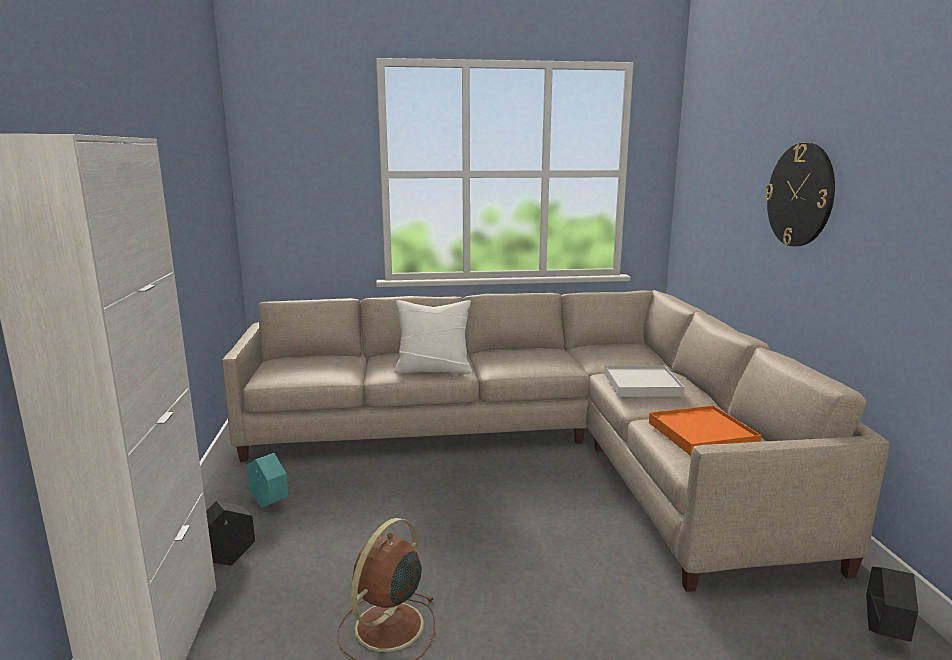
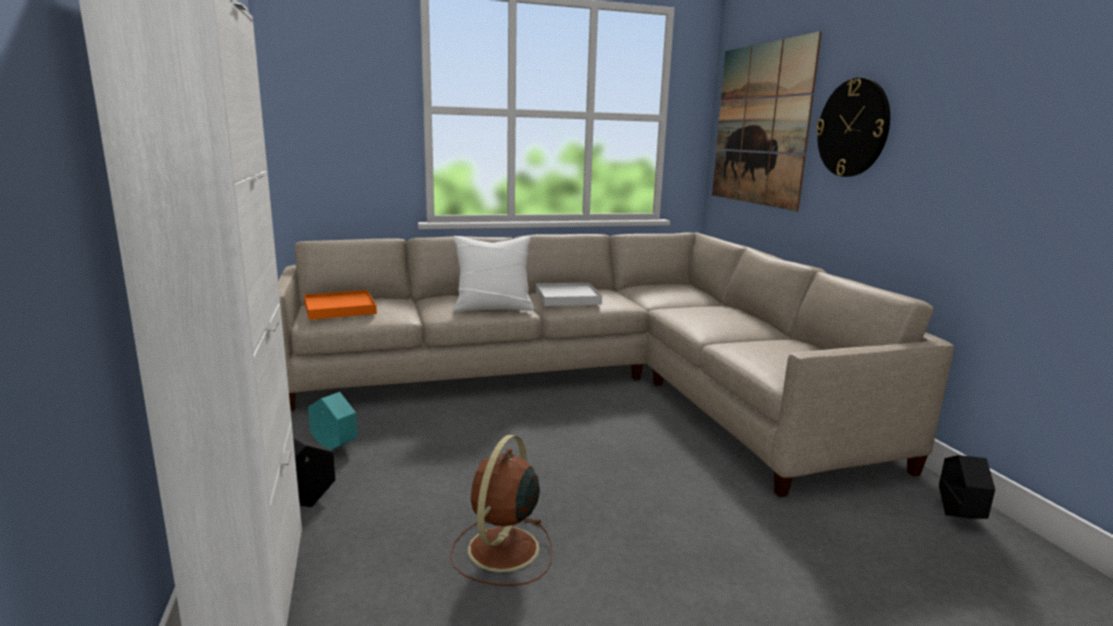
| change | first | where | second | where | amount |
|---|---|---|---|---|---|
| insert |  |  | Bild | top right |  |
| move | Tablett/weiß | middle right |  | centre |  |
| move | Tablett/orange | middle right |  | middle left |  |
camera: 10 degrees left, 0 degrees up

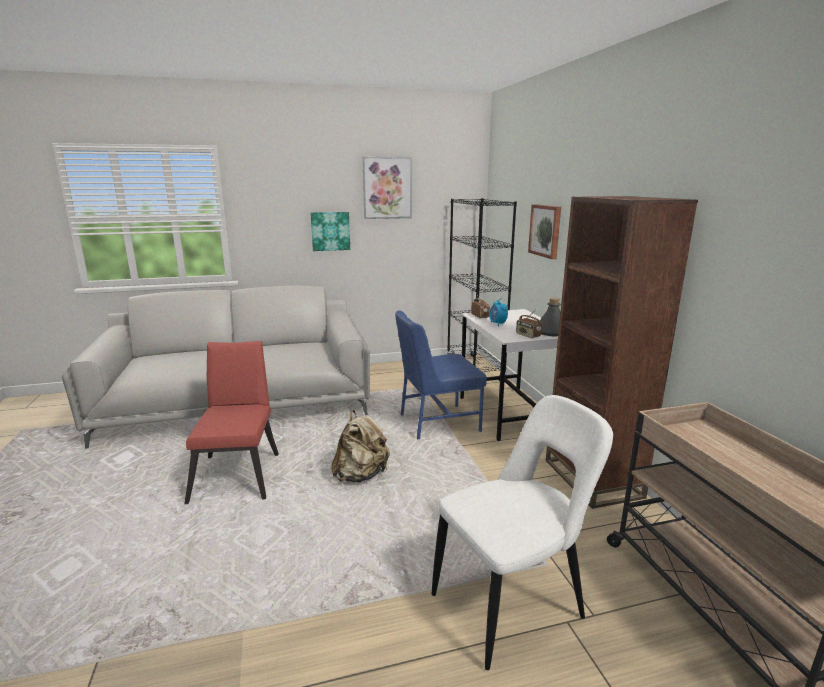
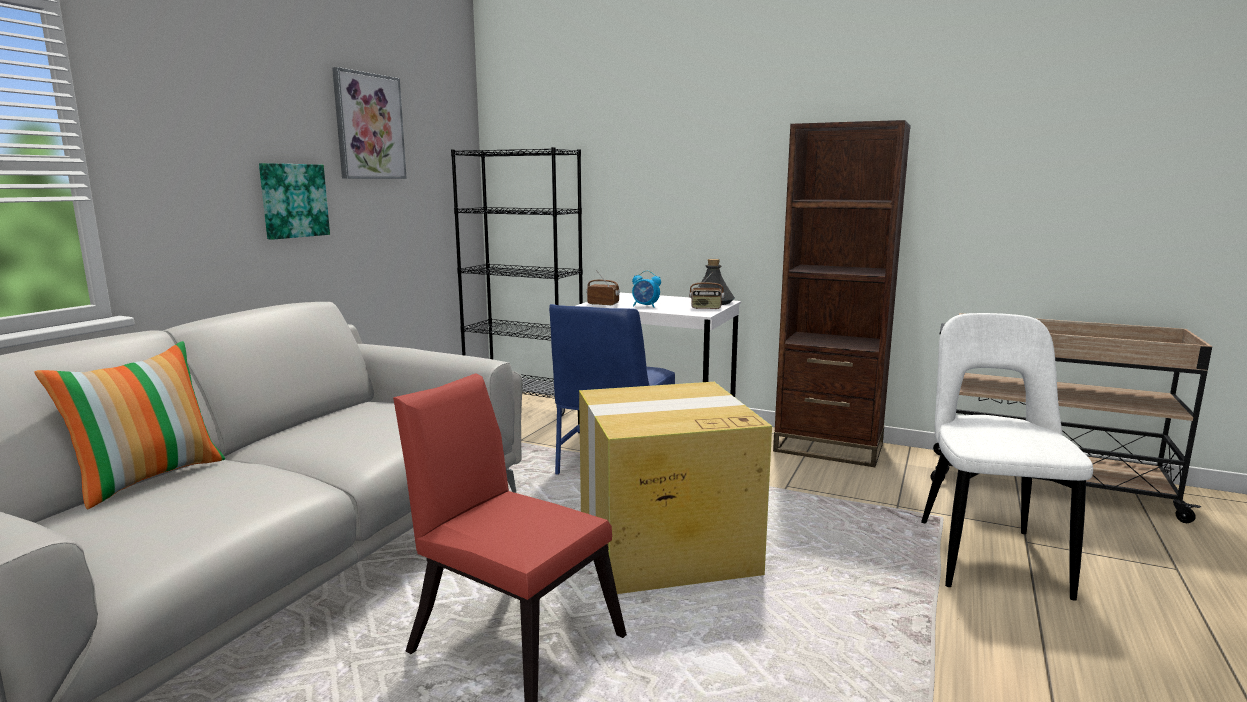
| change | first | where | second | where | amount |
|---|---|---|---|---|---|
| delete | Bild (3rd from left) | centre |  |  |  |
| insert |  |  | Kissen | middle left |  |
| replace | Rucksack/beige | centre | Karton | bottom centre |  |
camera: 50 degrees left, 5 degrees down

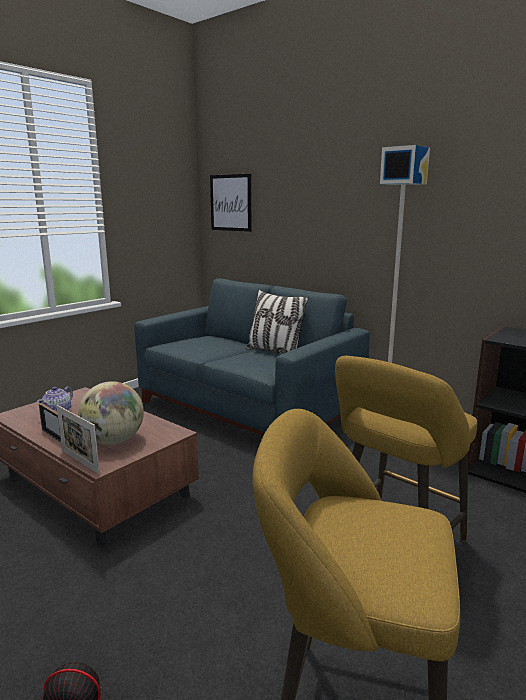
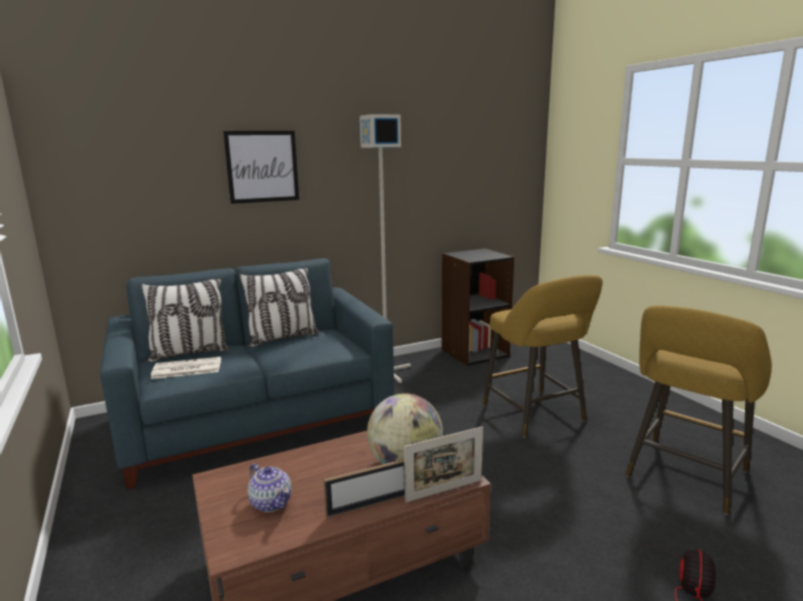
| change | first | where | second | where | amount |
|---|---|---|---|---|---|
| insert |  |  | Kissen (1st from left) | middle left |  |
| insert |  |  | Zeitung | middle left |  |
| move | Bild | top centre |  | top left |  |
camera: 65 degrees left, 0 degrees up

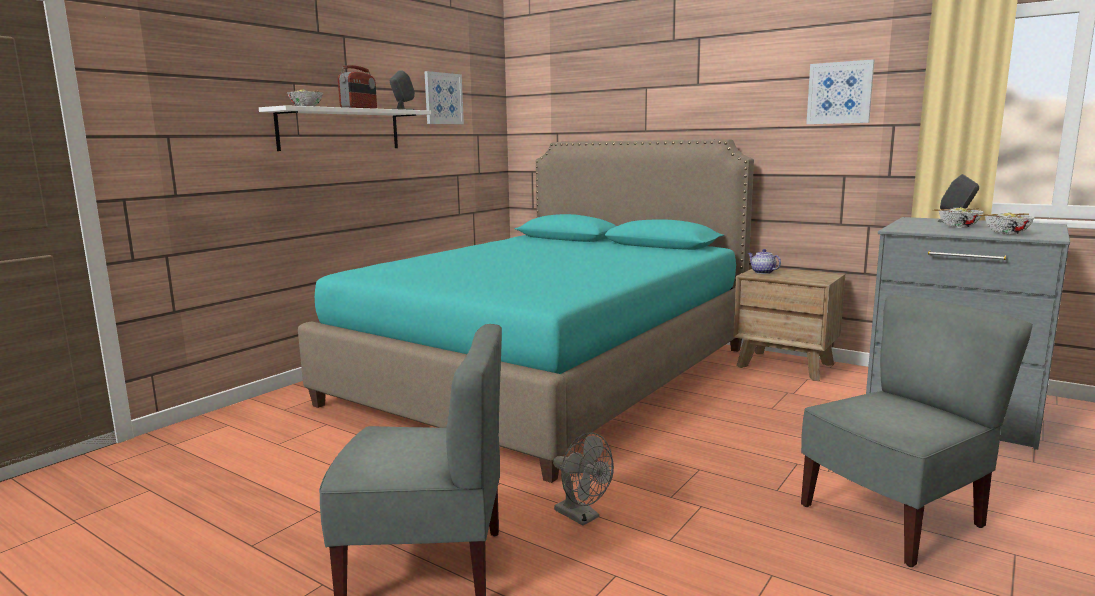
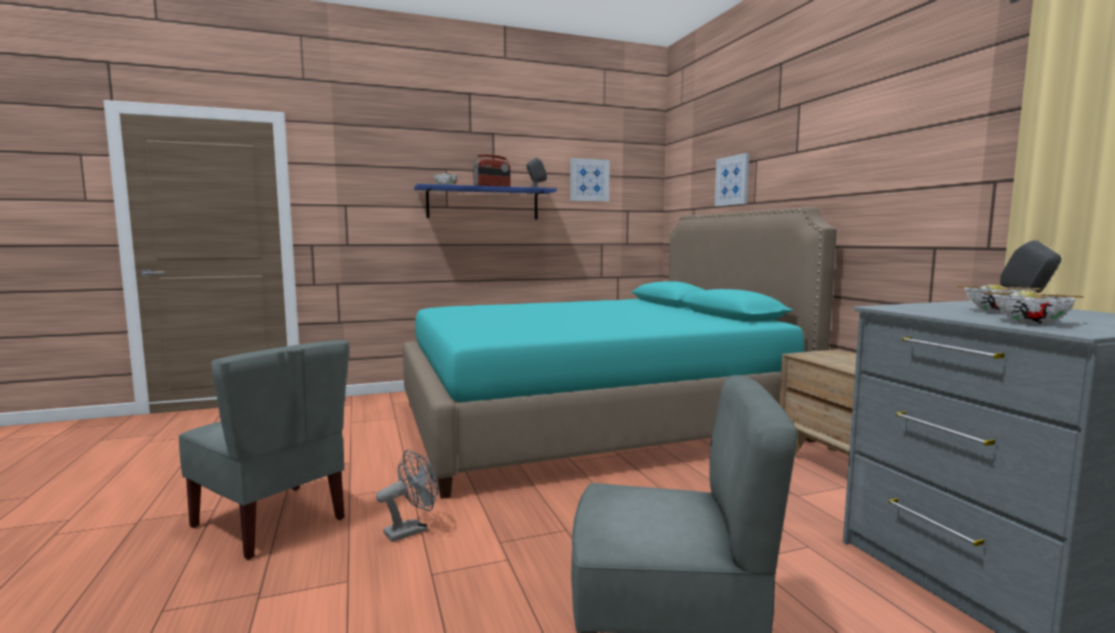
| change | first | where | second | where | amount |
|---|---|---|---|---|---|
| delete | Teekanne | middle right |  |  |  |
| move | Bild (2nd from left) | top right |  | top centre |  |
| recolor | Wandregal/weiß | top left | Wandregal/blau | top centre |  |
| rotate | Ventilator/grau | bottom centre |  | bottom centre | 120 degrees counterclockwise |
camera: 35 degrees right, 5 degrees down

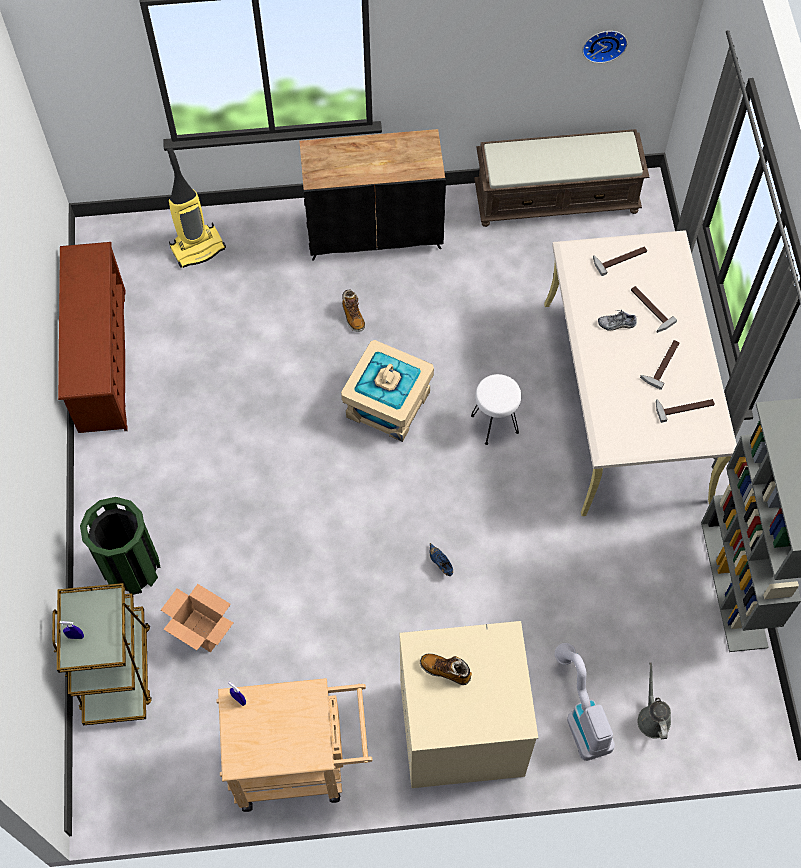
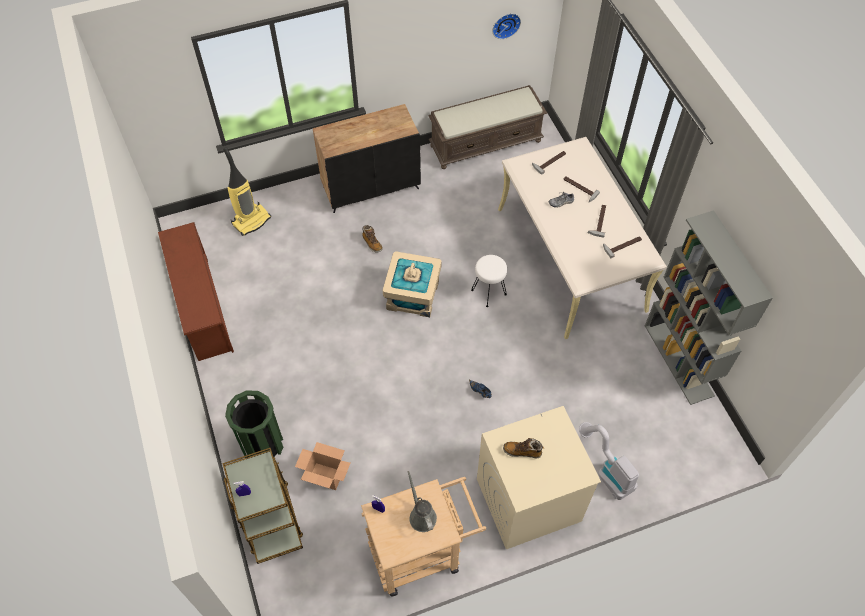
| change | first | where | second | where | amount |
|---|---|---|---|---|---|
| move | Gießkanne/grau | bottom right |  | bottom centre |  |
camera: 15 degrees left, 5 degrees down

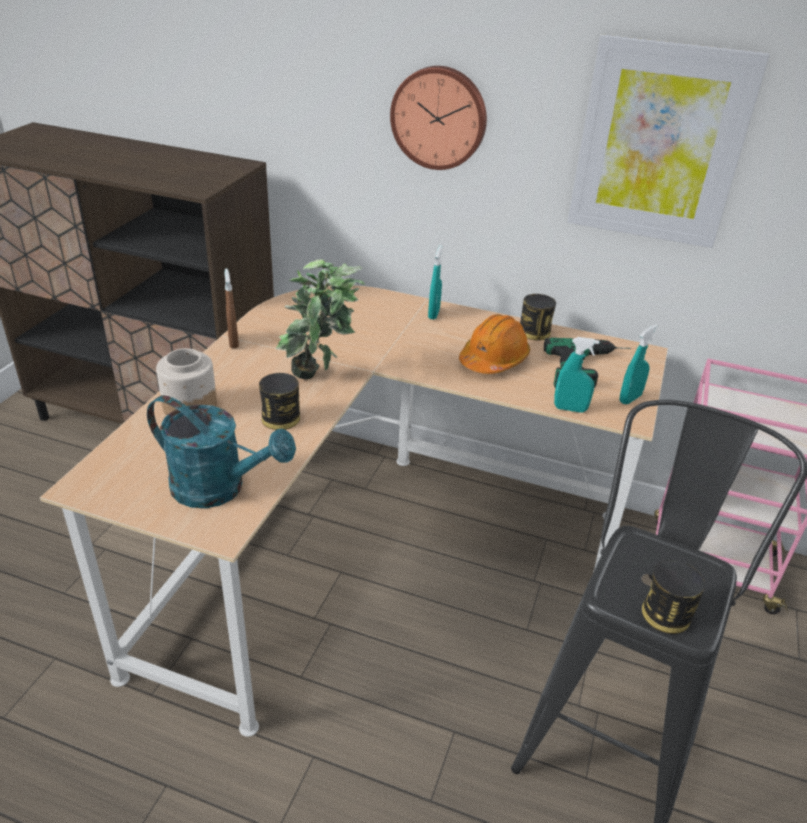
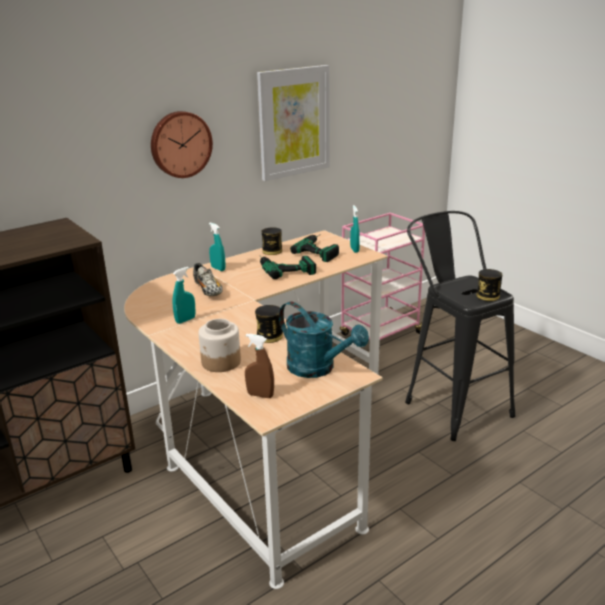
| change | first | where | second | where | amount |
|---|---|---|---|---|---|
| delete | Topfpflanze | centre |  |  |  |
| insert |  |  | Schuh | centre |  |
| move | Sprühflasche/braun | middle left |  | centre |  |
| move | Sprühflasche/türkis (2nd from left in the first image) | middle right | Sprühflasche/türkis (1st from left) | middle left |  |
| replace | Schutzhelm/orange | centre | Bohrmaschine (1st from left) | centre |  |
| rotate | Gießkanne/türkis | middle left |  | centre | 75 degrees clockwise |
camera: 55 degrees left, 10 degrees down

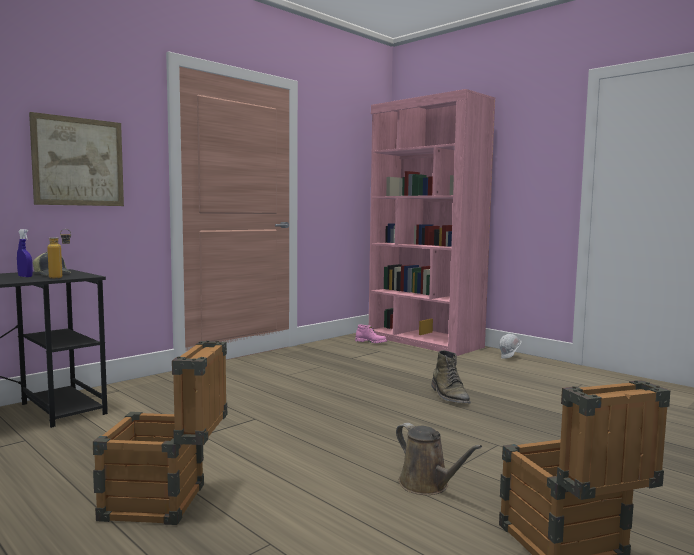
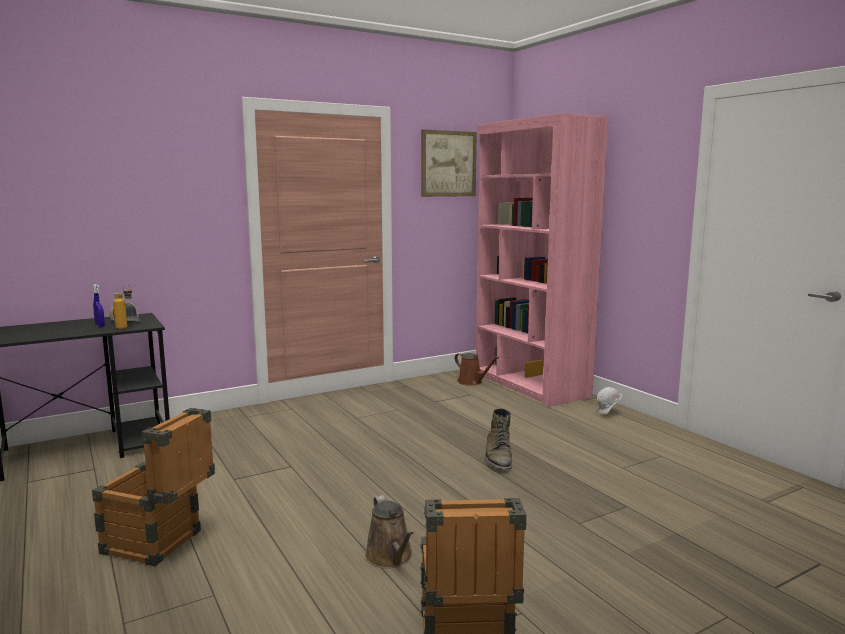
| change | first | where | second | where | amount |
|---|---|---|---|---|---|
| move | Bild | top left |  | top centre |  |
| replace | Stiefel/rosa | centre | Gießkanne/braun (2nd from left) | centre |  |
camera: 15 degrees right, 5 degrees up

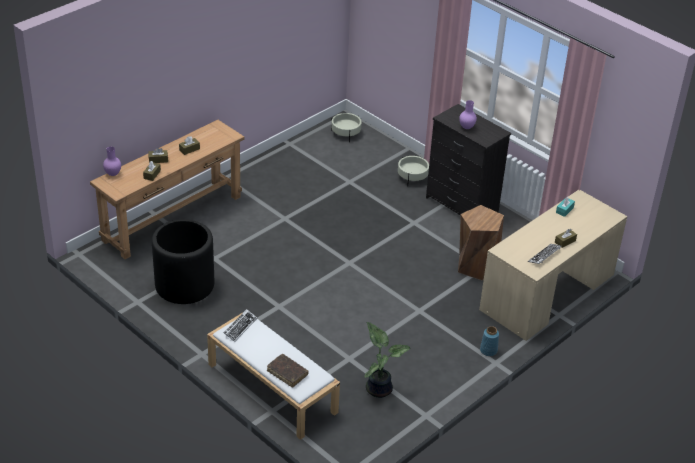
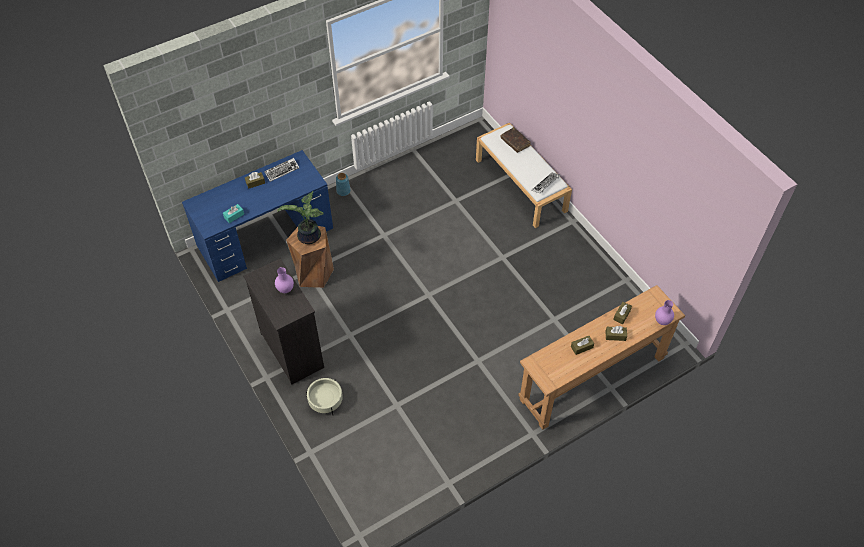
| change | first | where | second | where | amount |
|---|---|---|---|---|---|
| delete | Pflanzkübel/schwarz | middle left |  |  |  |
| delete | Pflanzkübel/beige (1st from left) | top centre |  |  |  |
| move | Topfpflanze | bottom centre |  | centre |  |
| recolor | Schreibtisch/beige | middle right | Schreibtisch/blau | middle left |  |
camera: 165 degrees left, 15 degrees up

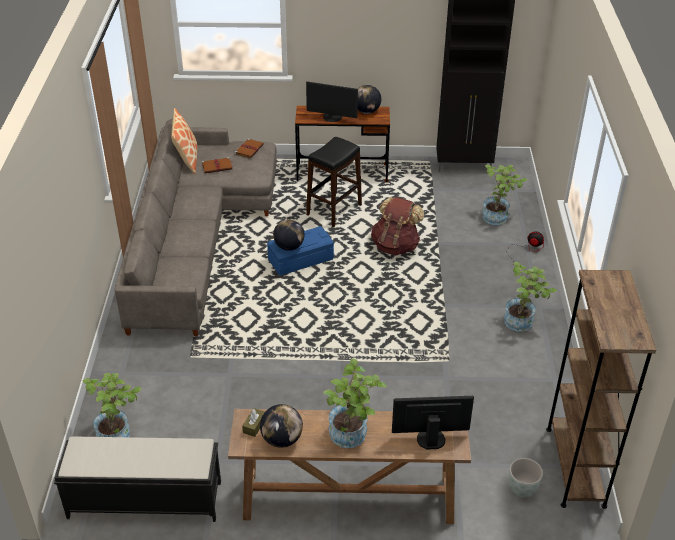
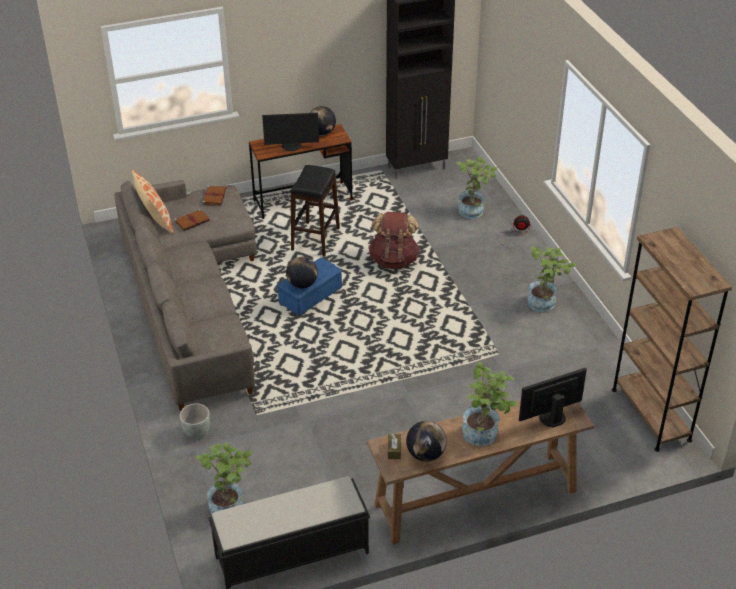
| change | first | where | second | where | amount |
|---|---|---|---|---|---|
| move | Pflanzkübel/grau | bottom right |  | bottom left |  |
camera: 20 degrees left, 0 degrees up

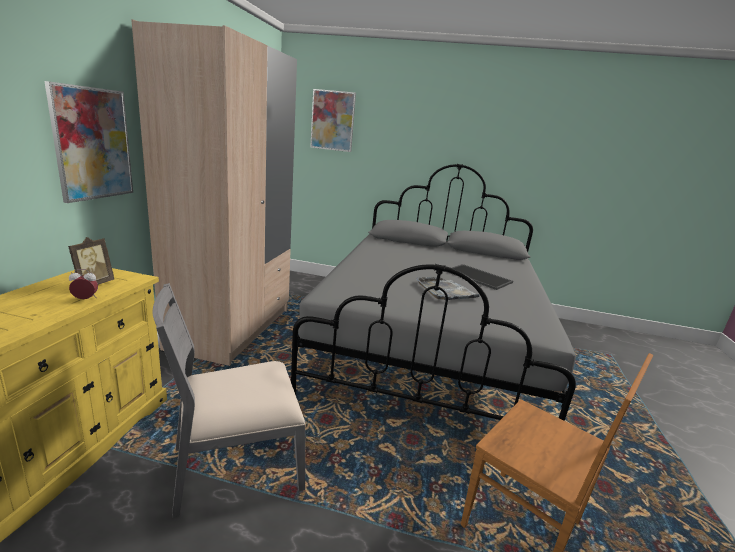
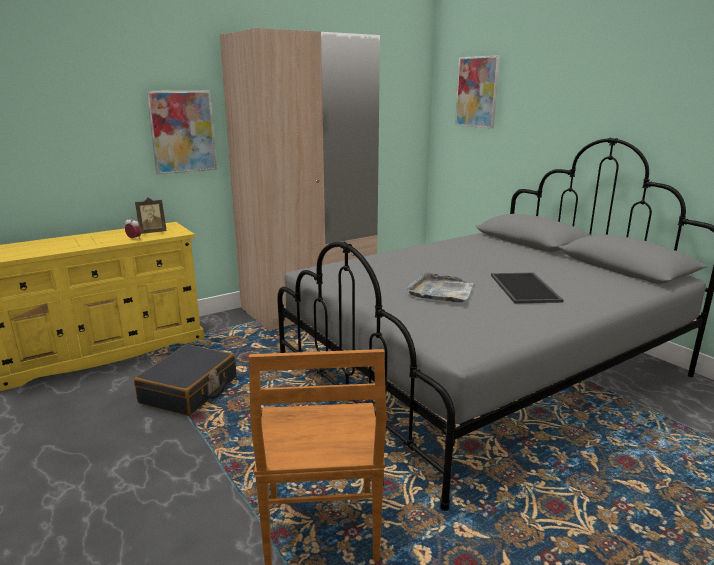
| change | first | where | second | where | amount |
|---|---|---|---|---|---|
| replace | Stuhl/grau | bottom left | Koffer/schwarz | bottom left |  |
camera: 45 degrees right, 0 degrees up

